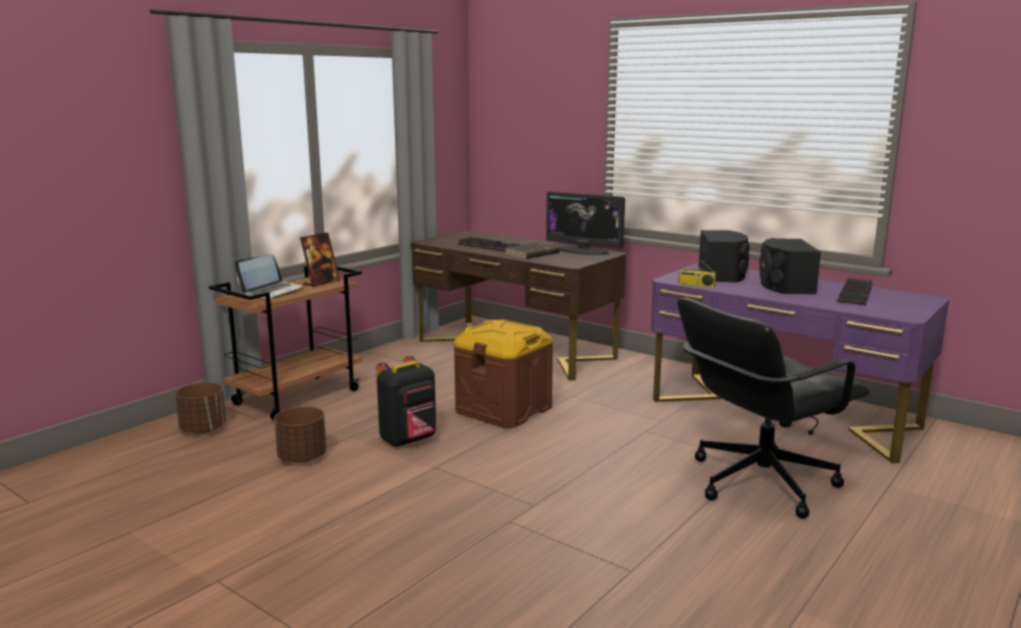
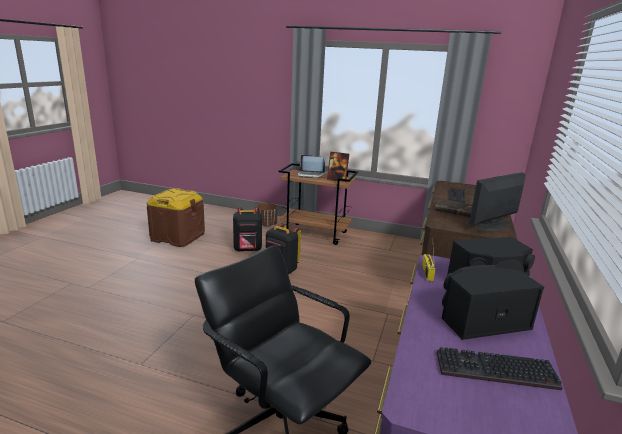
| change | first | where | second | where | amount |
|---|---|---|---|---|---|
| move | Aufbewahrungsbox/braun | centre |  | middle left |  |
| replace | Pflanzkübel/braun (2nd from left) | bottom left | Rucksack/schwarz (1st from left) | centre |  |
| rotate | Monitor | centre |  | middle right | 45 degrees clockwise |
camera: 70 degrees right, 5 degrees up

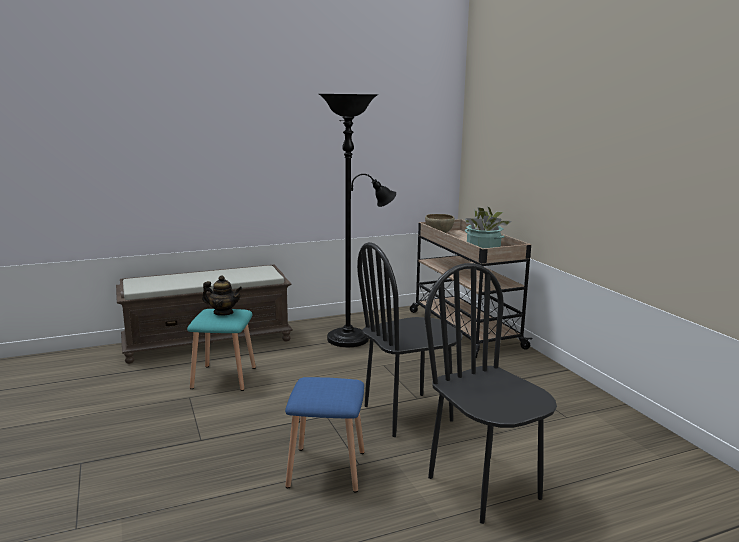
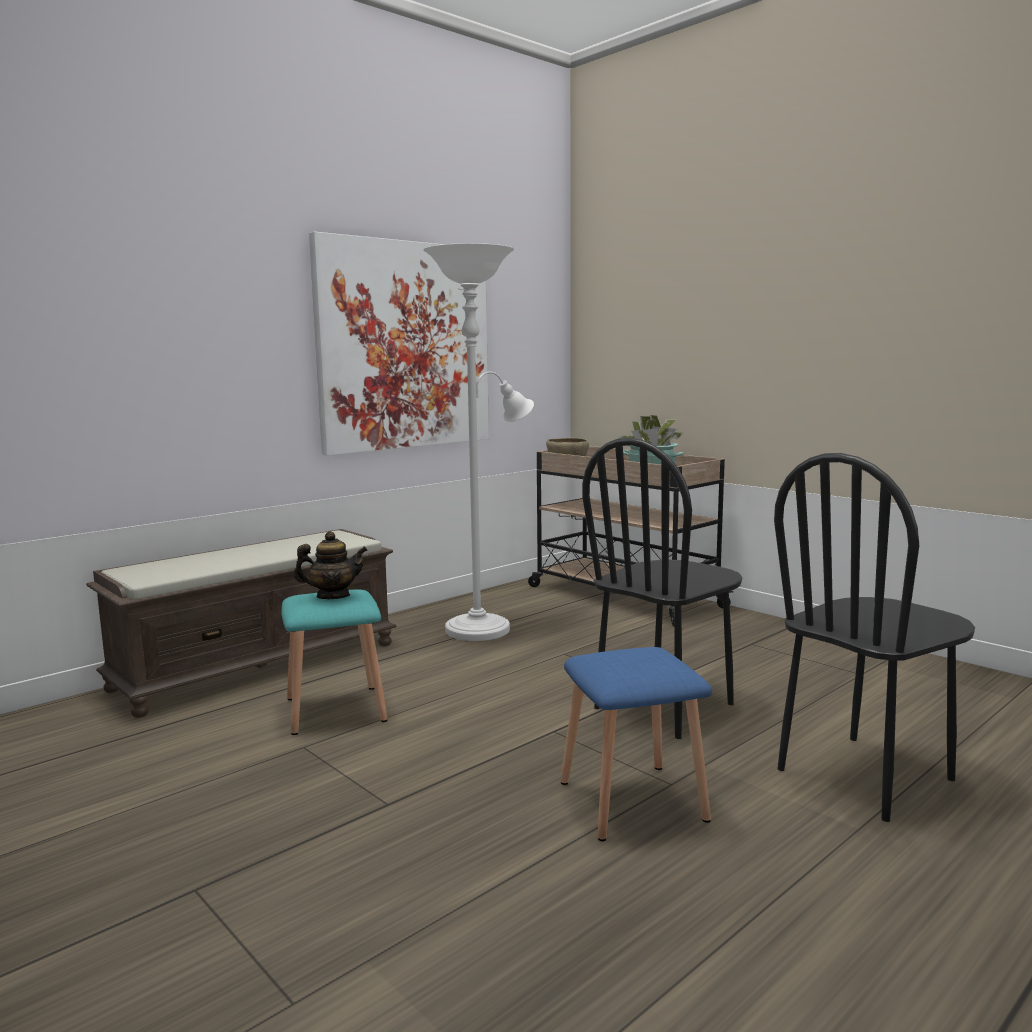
| change | first | where | second | where | amount |
|---|---|---|---|---|---|
| insert |  |  | Bild | top centre |  |
| recolor | Stehlampe/schwarz | centre | Stehlampe/weiß | centre |  |
| rotate | Stuhl/schwarz (2nd from left) | bottom centre |  | middle right | 75 degrees counterclockwise |
camera: 20 degrees left, 5 degrees down

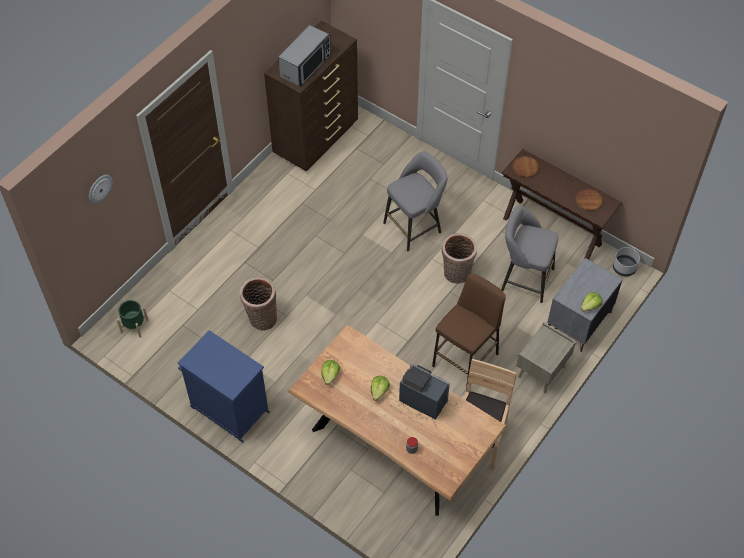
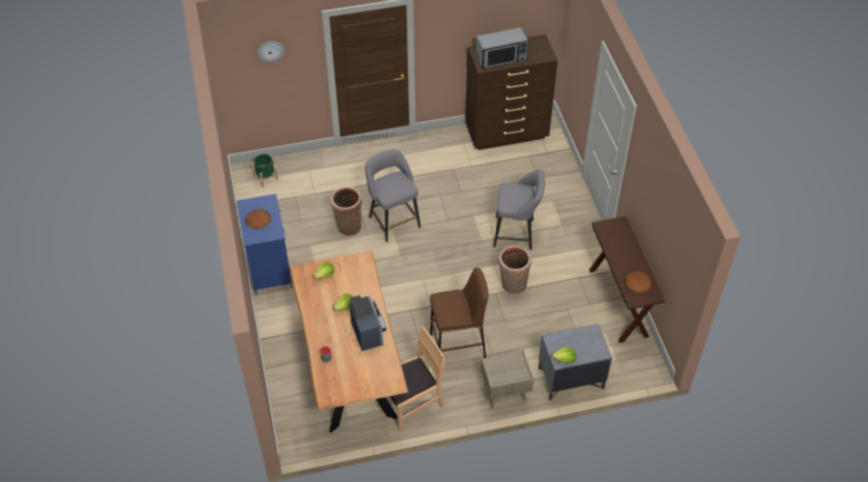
| change | first | where | second | where | amount |
|---|---|---|---|---|---|
| delete | Pflanzkübel/grau | middle right |  |  |  |
| move | Hocker/grau (2nd from left in the first image) | middle right | Hocker/grau (1st from left) | centre |  |
| move | Teller/braun (1st from left) | top right |  | middle left |  |
camera: 40 degrees right, 5 degrees down

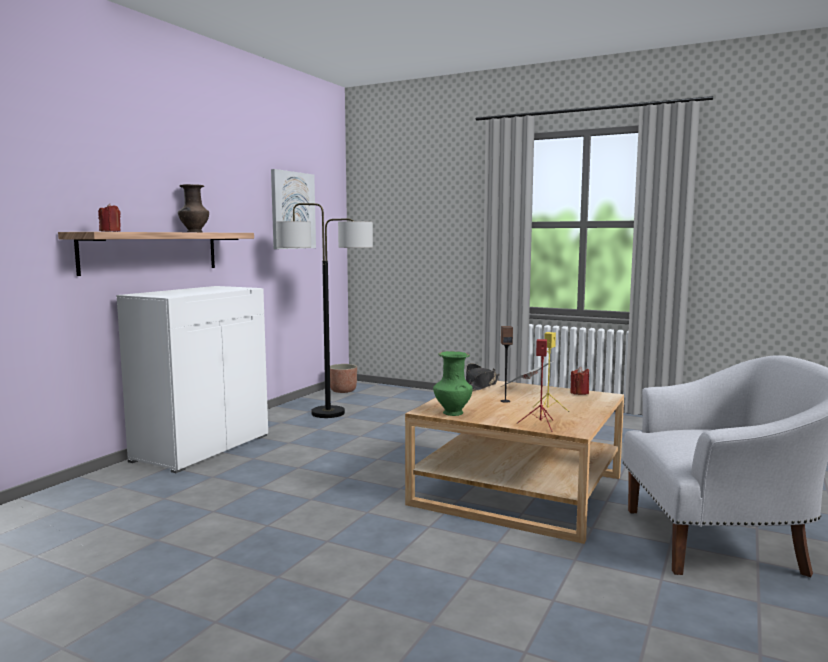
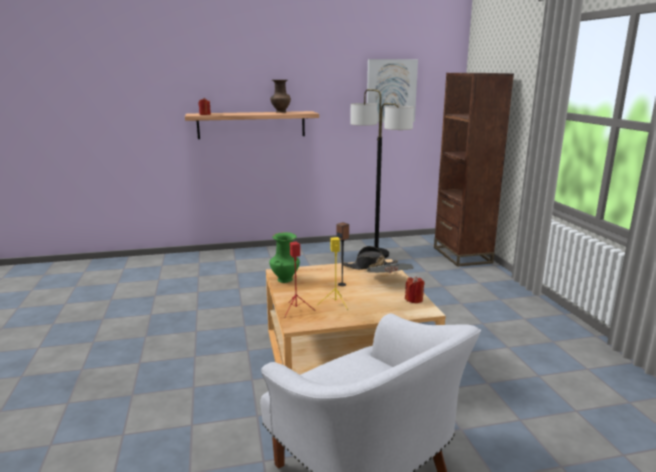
| change | first | where | second | where | amount |
|---|---|---|---|---|---|
| delete | Schrank/weiß | middle left |  |  |  |
| delete | Pflanzkübel | centre |  |  |  |
| insert |  |  | Bücherregal/braun | middle right |  |
camera: 50 degrees right, 10 degrees up

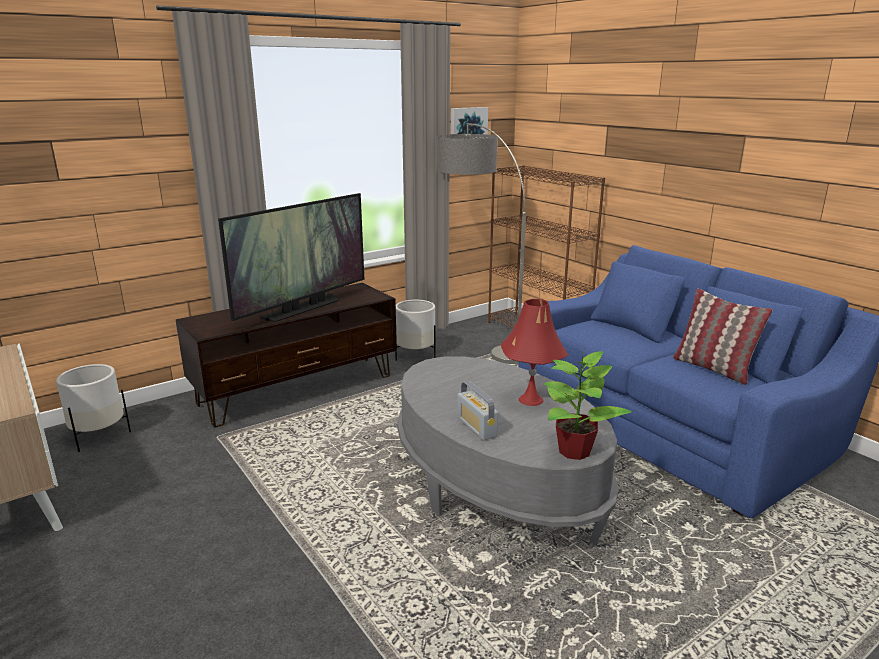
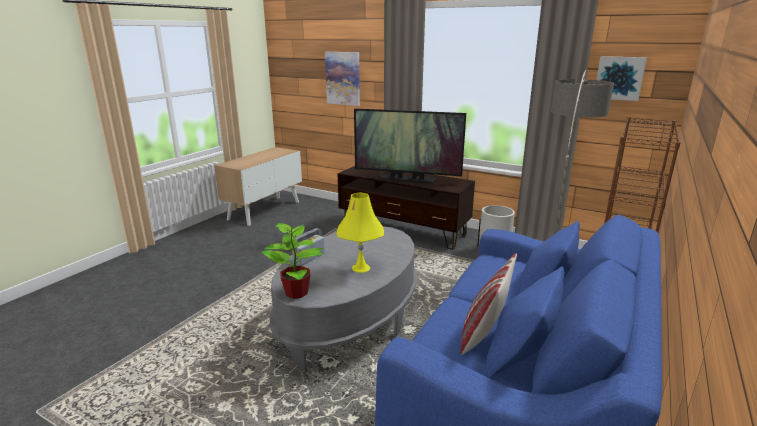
| change | first | where | second | where | amount |
|---|---|---|---|---|---|
| delete | Pflanzkübel/weiß (1st from left) | middle left |  |  |  |
| insert |  |  | Bild (1st from left) | top centre |  |
| recolor | Tischlampe/rot | centre | Tischlampe/gelb | centre |  |
camera: 65 degrees right, 0 degrees up

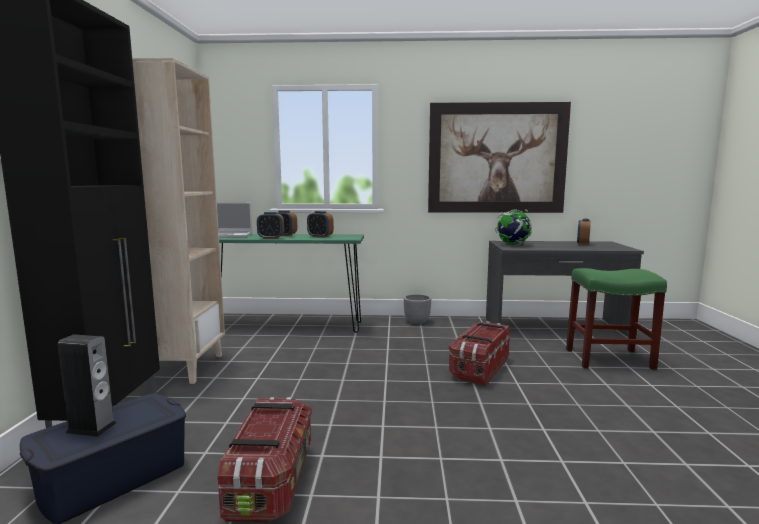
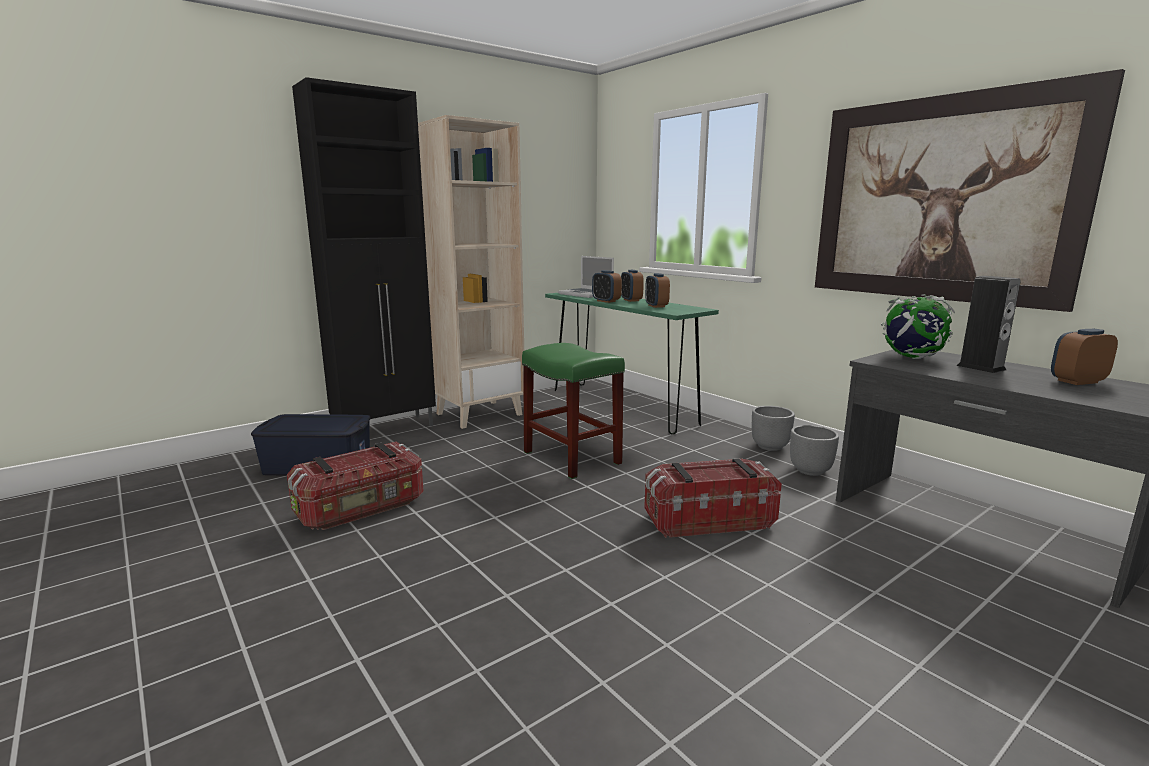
| change | first | where | second | where | amount |
|---|---|---|---|---|---|
| insert |  |  | Pflanzkübel/grau (2nd from left) | middle right |  |
| move | Lautsprecher | bottom left |  | middle right |  |
| move | Hocker/grün | middle right |  | centre |  |
camera: 50 degrees right, 5 degrees up

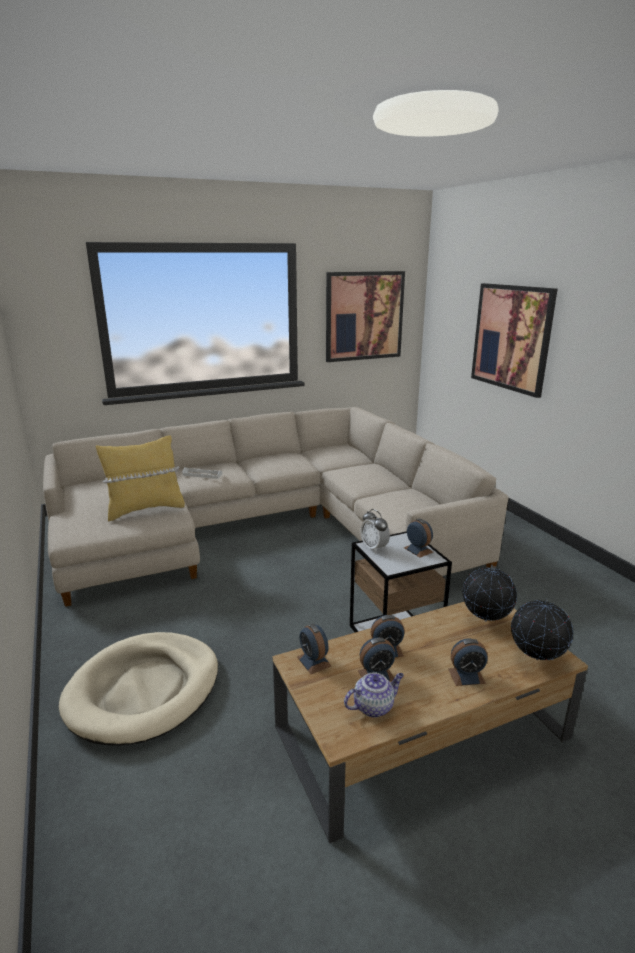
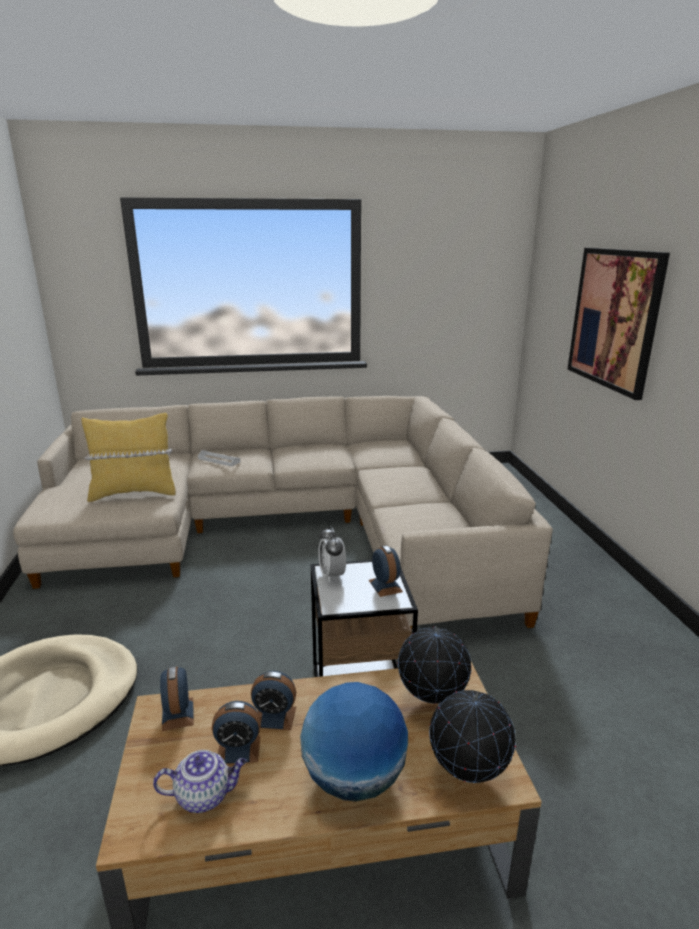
| change | first | where | second | where | amount |
|---|---|---|---|---|---|
| delete | Bild (1st from left) | top centre |  |  |  |
| replace | Wecker (6th from left) | bottom right | Globus (1st from left) | bottom centre |  |
camera: 15 degrees right, 0 degrees up

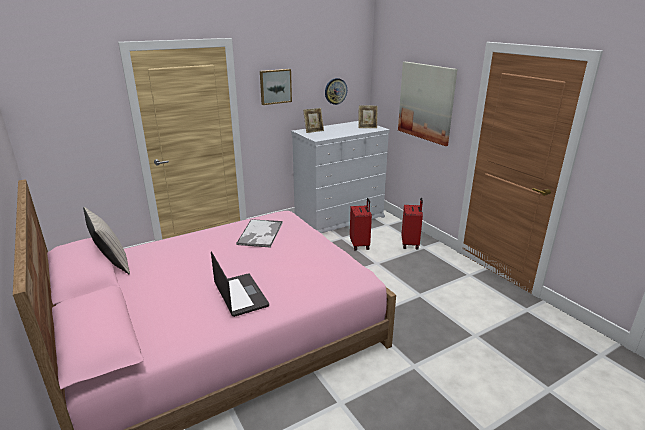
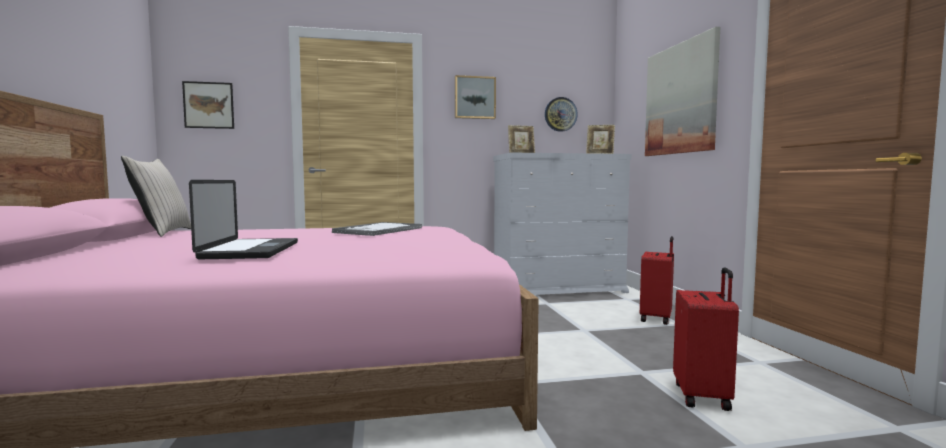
| change | first | where | second | where | amount |
|---|---|---|---|---|---|
| insert |  |  | Bild (1st from left) | top left |  |
| move | Koffer/rot (1st from left in the first image) | centre | Koffer/rot (2nd from left) | bottom right |  |
camera: 20 degrees right, 20 degrees down

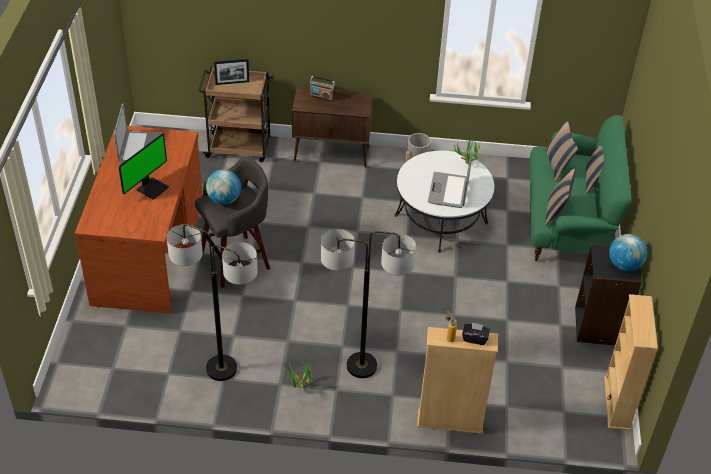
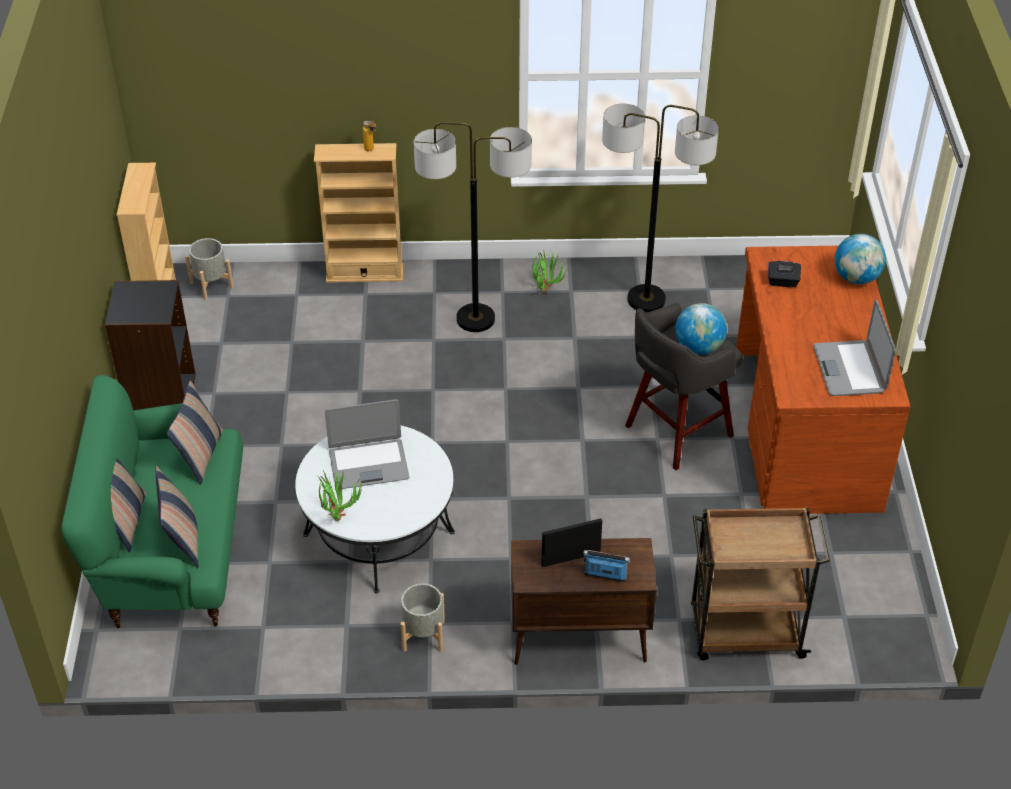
| change | first | where | second | where | amount |
|---|---|---|---|---|---|
| delete | Monitor | middle left |  |  |  |
| insert |  |  | Pflanzkübel/grau (1st from left) | middle left |  |
| move | Bilderrahmen | top left |  | bottom centre |  |
| move | Taschentuchbox/schwarz | bottom right |  | middle right |  |
| move | Globus (2nd from left) | middle right |  | top right |  |
| rotate | Laptop (2nd from left in the first image) | centre | Laptop (1st from left) | centre | 75 degrees clockwise |
camera: 175 degrees right, 0 degrees up

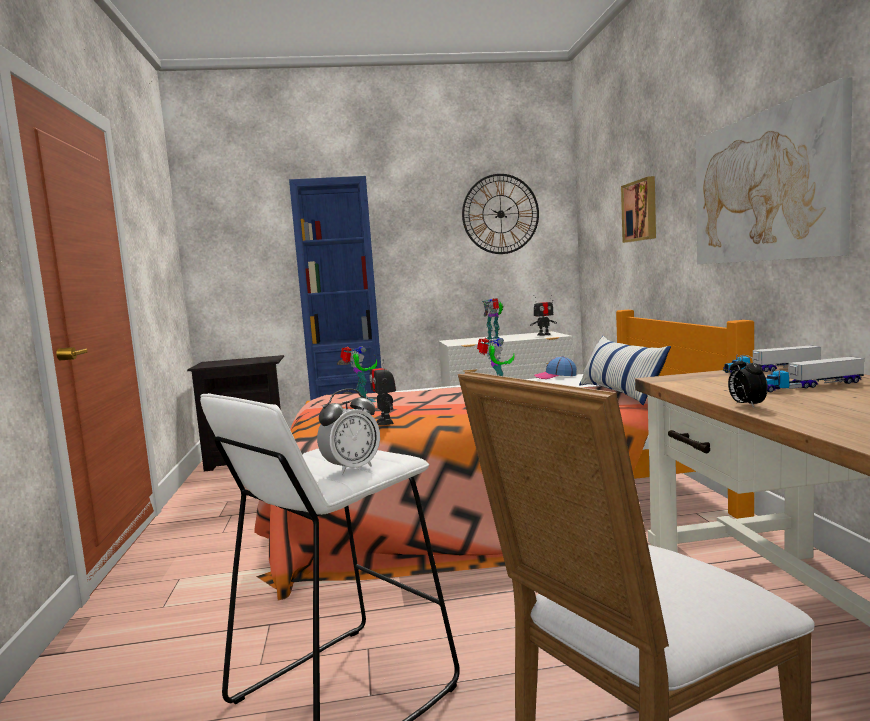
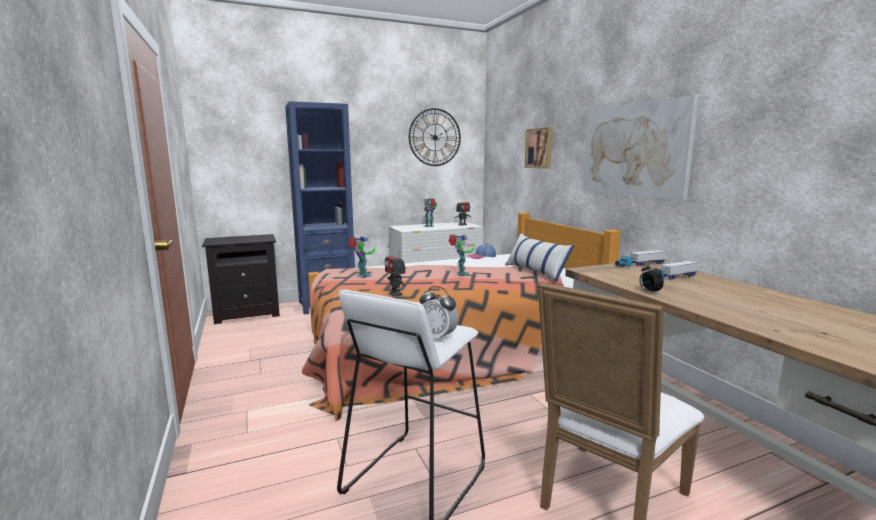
| change | first | where | second | where | amount |
|---|---|---|---|---|---|
| rotate | Wecker (1st from left) | centre |  | centre | 90 degrees clockwise |
camera: 15 degrees left, 5 degrees up

